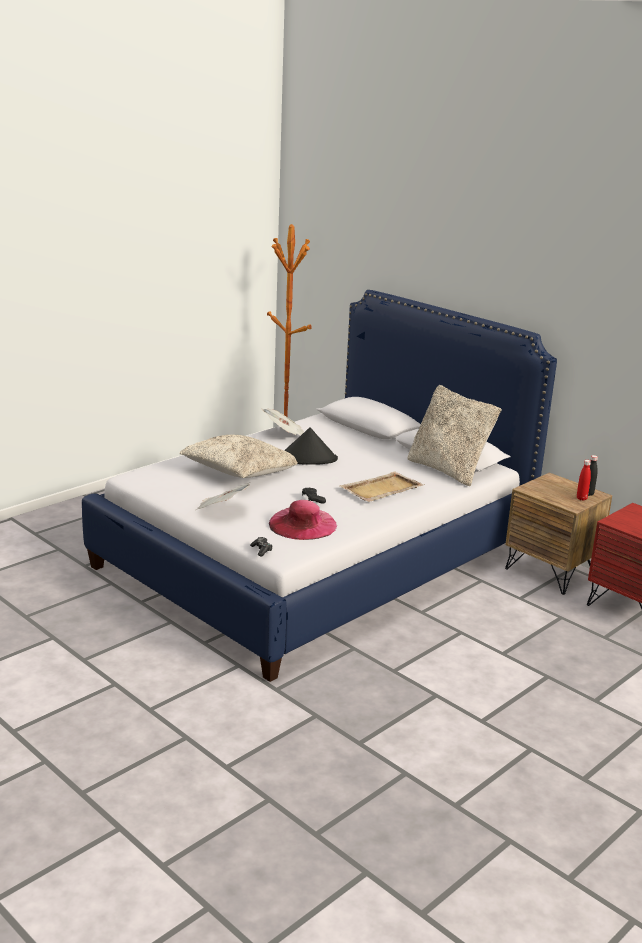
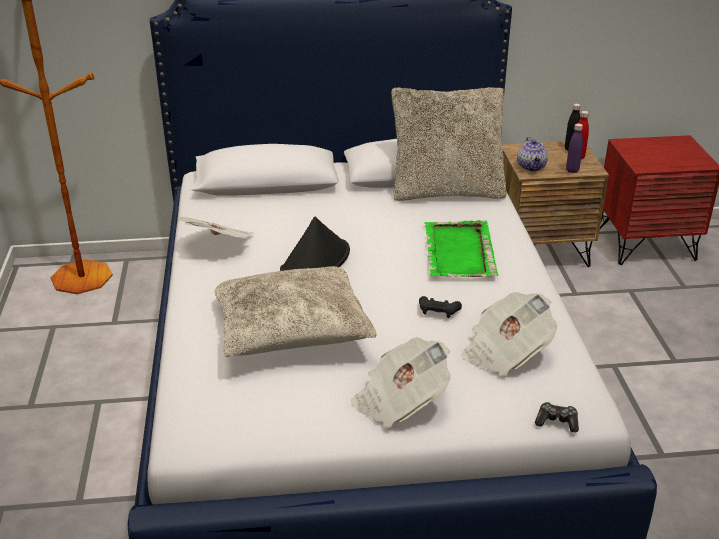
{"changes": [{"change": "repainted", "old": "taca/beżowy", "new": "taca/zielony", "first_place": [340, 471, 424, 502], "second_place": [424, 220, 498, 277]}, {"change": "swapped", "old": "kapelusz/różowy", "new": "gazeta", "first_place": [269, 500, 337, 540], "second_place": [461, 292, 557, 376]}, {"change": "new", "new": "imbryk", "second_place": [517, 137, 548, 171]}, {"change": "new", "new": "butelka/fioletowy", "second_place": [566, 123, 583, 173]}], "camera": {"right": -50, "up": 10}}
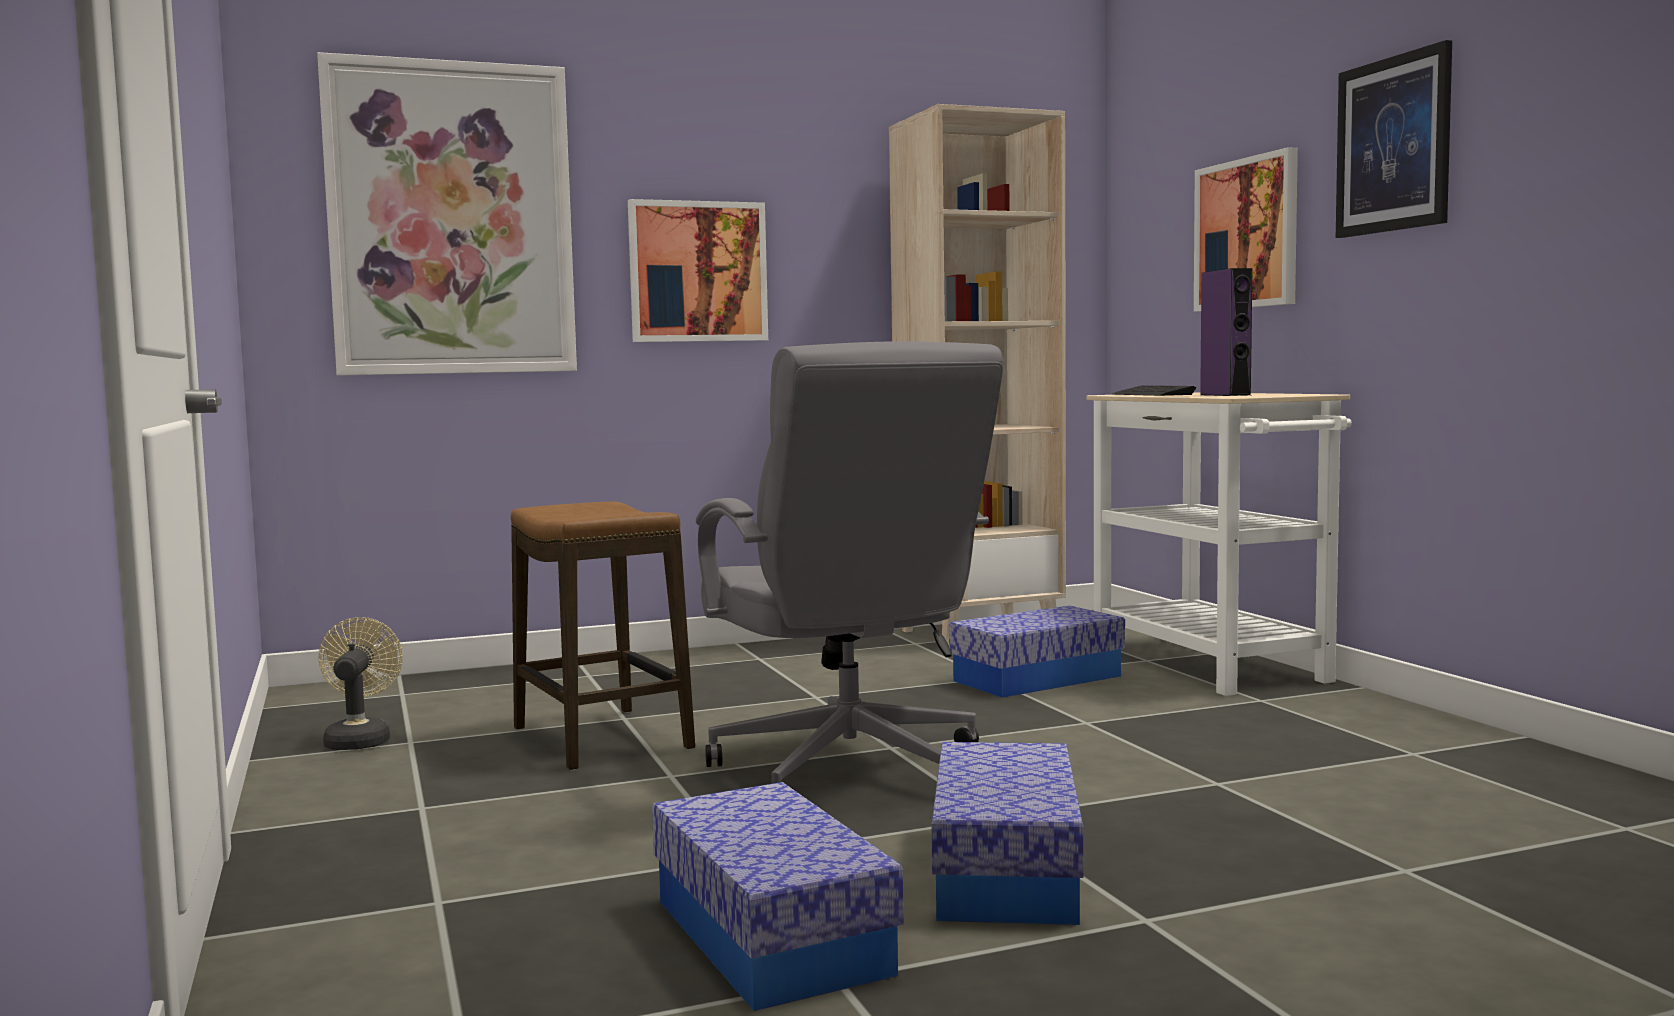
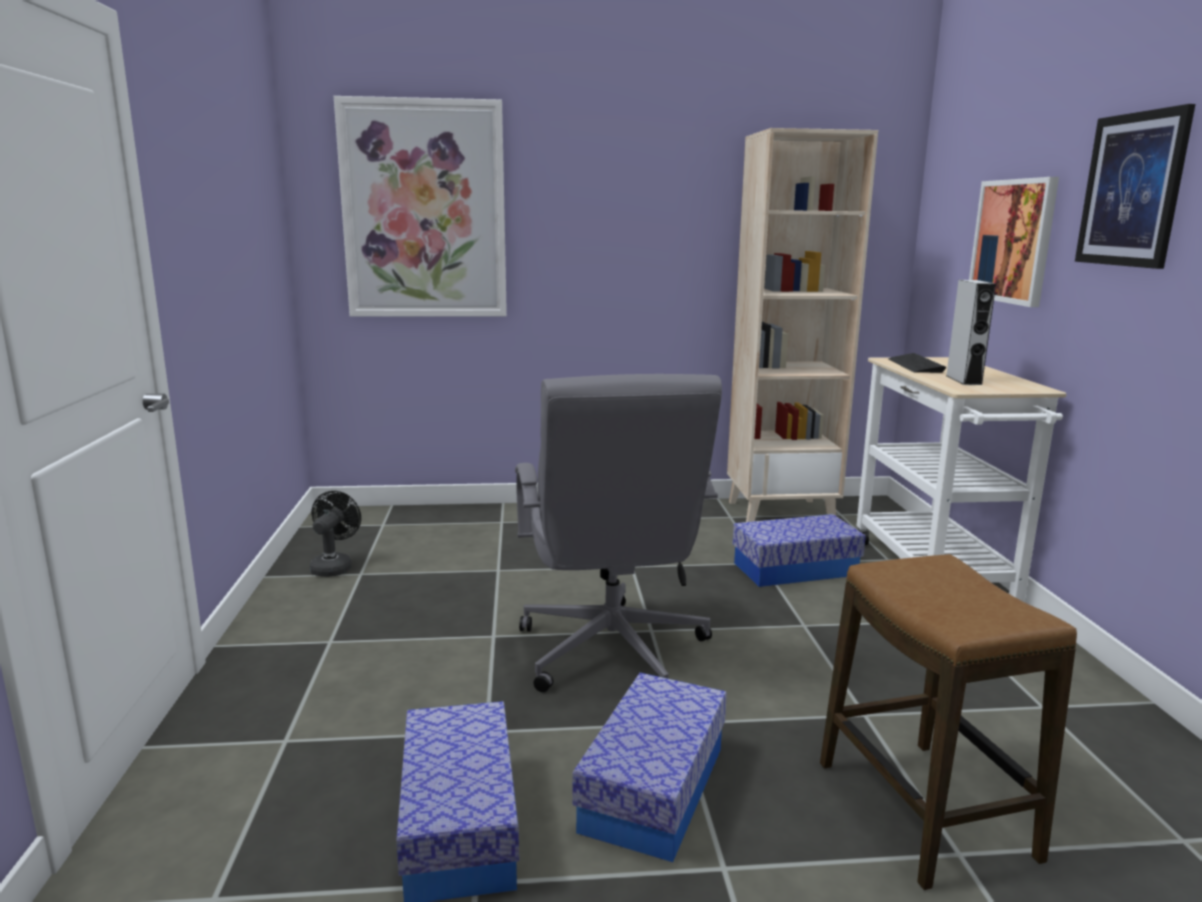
{"changes": [{"change": "repainted", "old": "wentylator/beżowy", "new": "wentylator/czarny", "first_place": [319, 617, 403, 750], "second_place": [310, 491, 361, 577]}, {"change": "shifted", "old": "stołek", "first_place": [511, 502, 695, 771], "second_place": [820, 554, 1077, 890]}, {"change": "repainted", "old": "głośnik/fioletowy", "new": "głośnik/szary", "first_place": [1200, 268, 1252, 396], "second_place": [947, 280, 996, 385]}, {"change": "gone", "old": "obraz", "first_place": [628, 199, 768, 342]}], "camera": {"right": 15, "up": 10}}
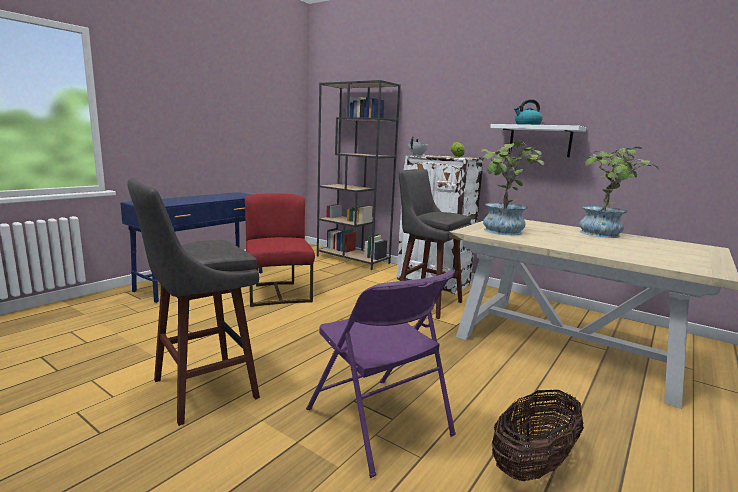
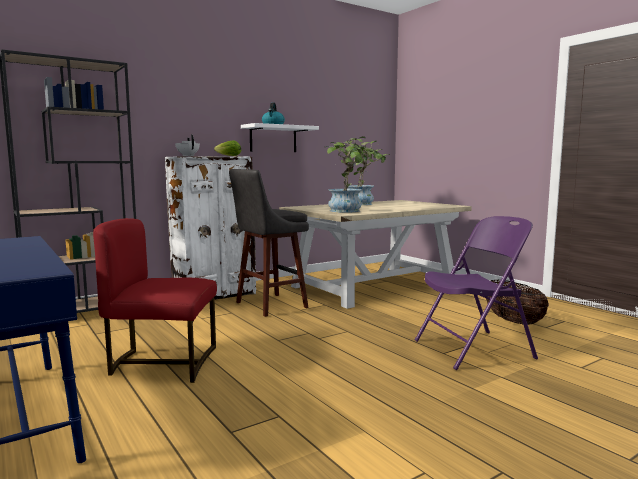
{"changes": [{"change": "gone", "old": "stołek/szary", "first_place": [127, 179, 260, 426]}], "camera": {"right": -70, "up": -5}}
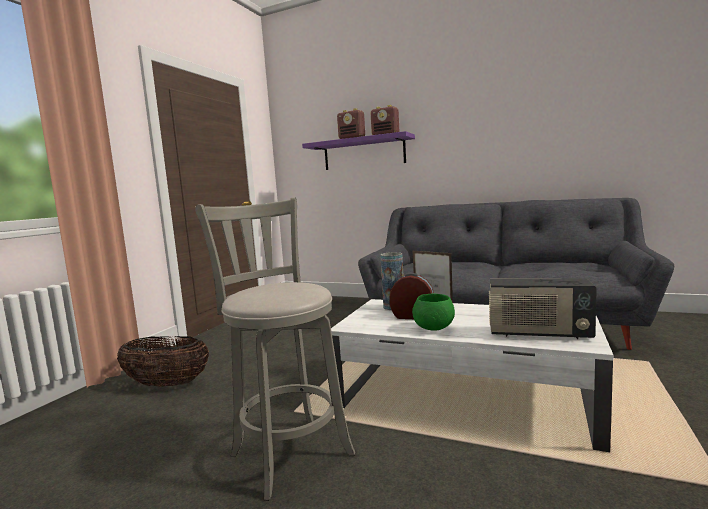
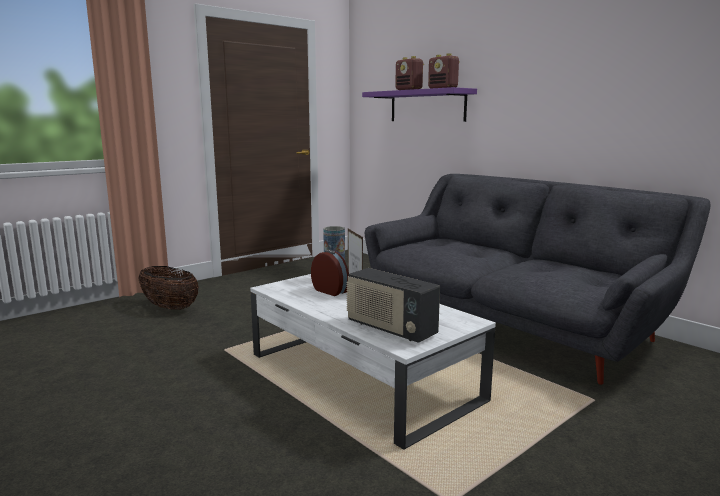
{"changes": [{"change": "gone", "old": "stołek/szary", "first_place": [195, 198, 355, 501]}, {"change": "gone", "old": "miska/zielony", "first_place": [412, 294, 455, 331]}], "camera": {"right": 25, "up": 5}}
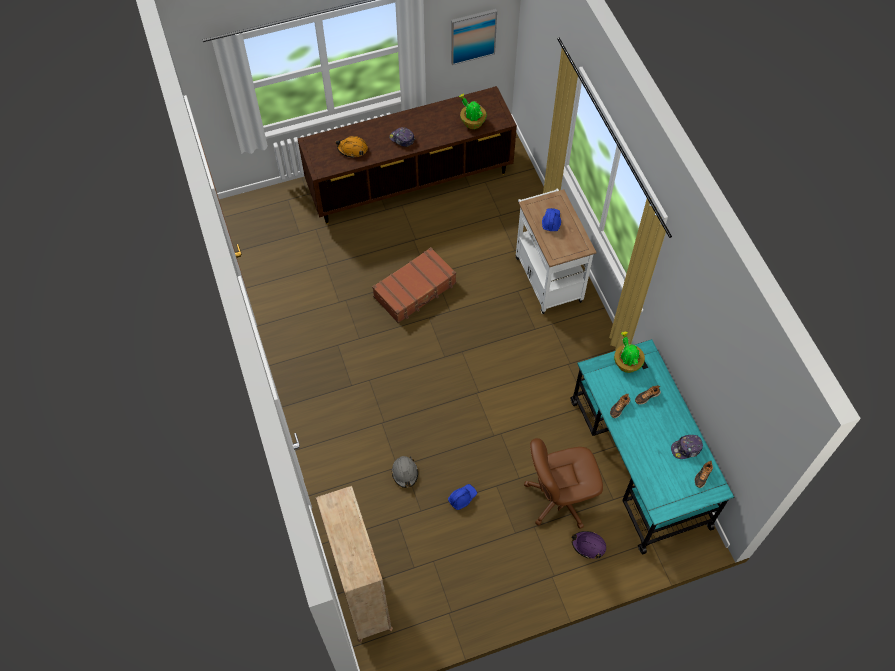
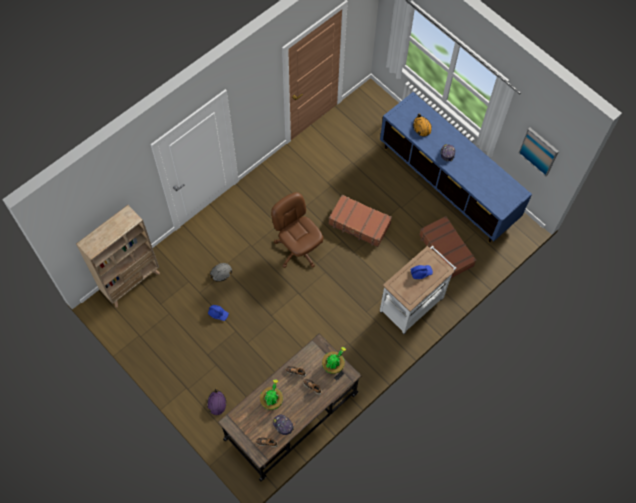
{"changes": [{"change": "repainted", "old": "biurko/turkusowy", "new": "biurko/brązowy", "first_place": [571, 339, 734, 555], "second_place": [218, 333, 361, 481]}, {"change": "shifted", "old": "roślina doniczkowa", "first_place": [459, 94, 486, 129], "second_place": [260, 379, 283, 410]}, {"change": "shifted", "old": "krzesło biurowe/brązowy", "first_place": [524, 438, 603, 529], "second_place": [271, 192, 323, 268]}, {"change": "repainted", "old": "szafka/brązowy", "new": "szafka/niebieski", "first_place": [298, 86, 517, 224], "second_place": [380, 92, 532, 243]}, {"change": "new", "new": "walizka/brązowy", "second_place": [419, 216, 477, 278]}], "camera": {"right": 65, "up": 5}}
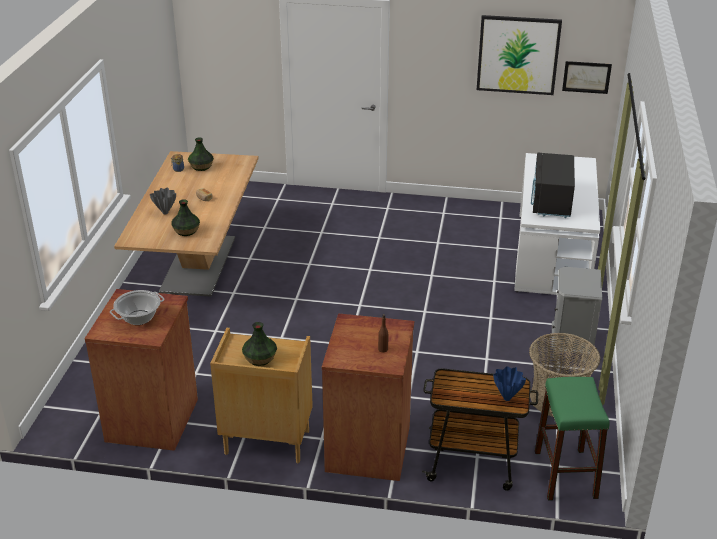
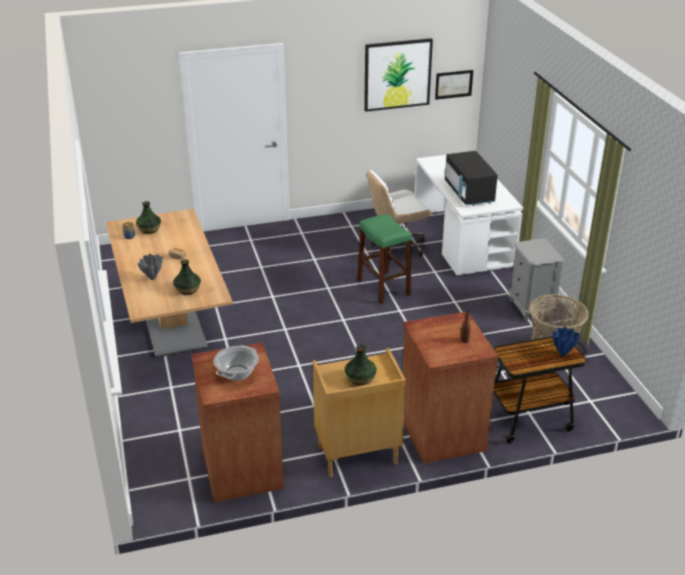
{"changes": [{"change": "shifted", "old": "stołek/zielony", "first_place": [535, 377, 610, 501], "second_place": [357, 214, 412, 304]}, {"change": "new", "new": "krzesło biurowe/biały", "second_place": [367, 170, 432, 260]}], "camera": {"right": -25, "up": 0}}
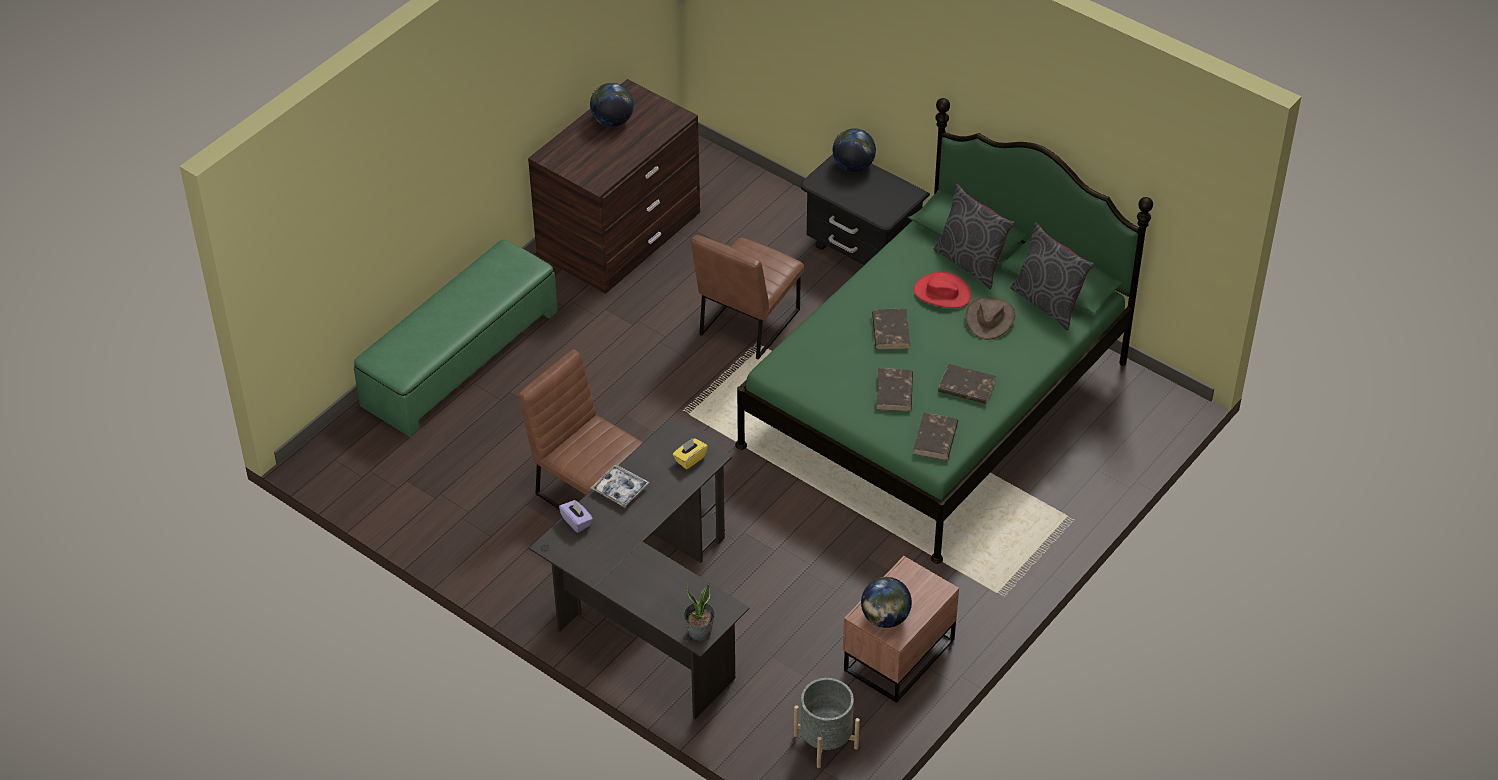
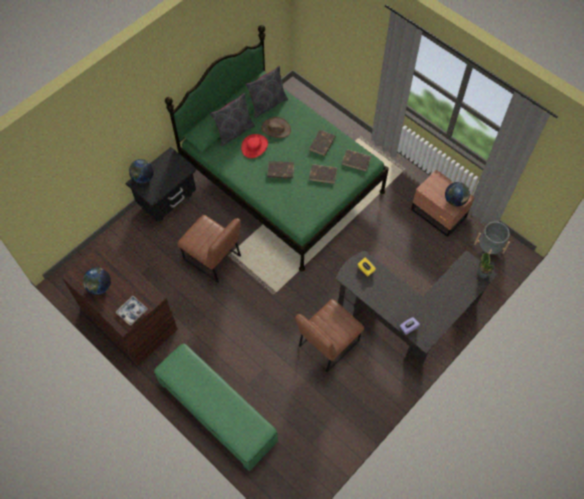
{"changes": [{"change": "shifted", "old": "taca", "first_place": [591, 465, 649, 508], "second_place": [115, 296, 148, 326]}], "camera": {"right": -85, "up": 15}}
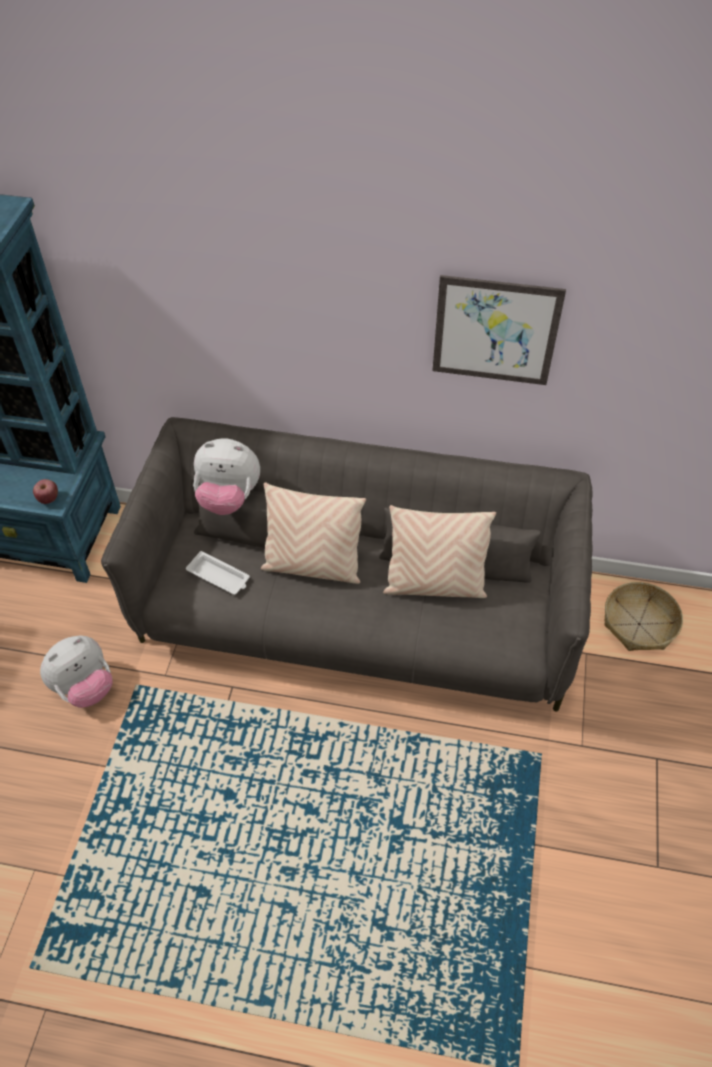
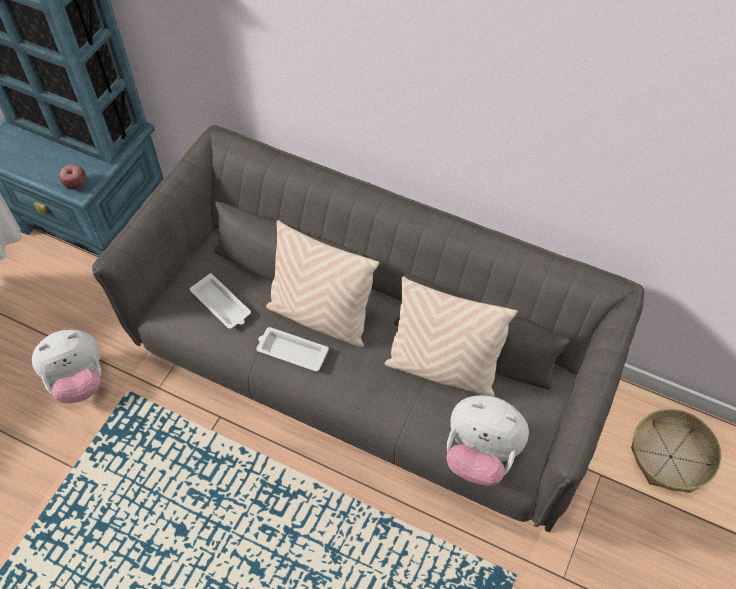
{"changes": [{"change": "new", "new": "taca/biały", "second_place": [256, 327, 329, 372]}, {"change": "shifted", "old": "pluszak", "first_place": [193, 438, 260, 515], "second_place": [447, 395, 529, 486]}, {"change": "gone", "old": "obraz", "first_place": [432, 275, 566, 385]}], "camera": {"right": 15, "up": 5}}
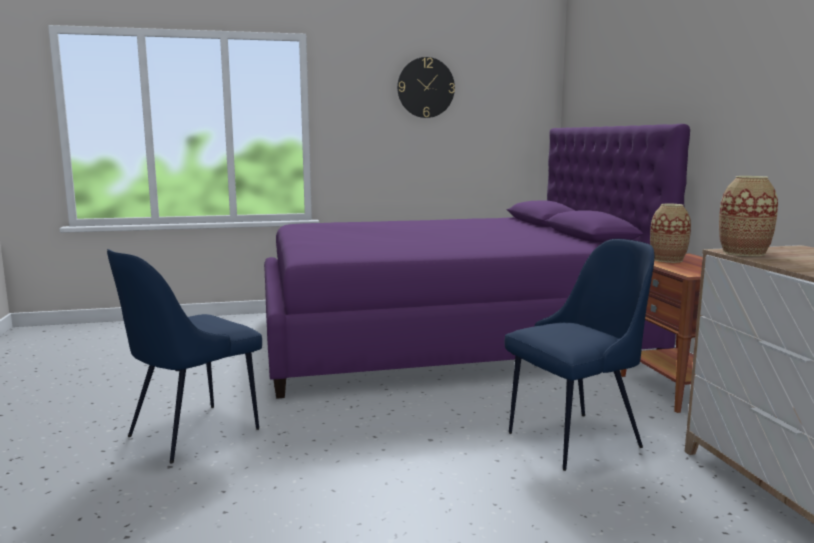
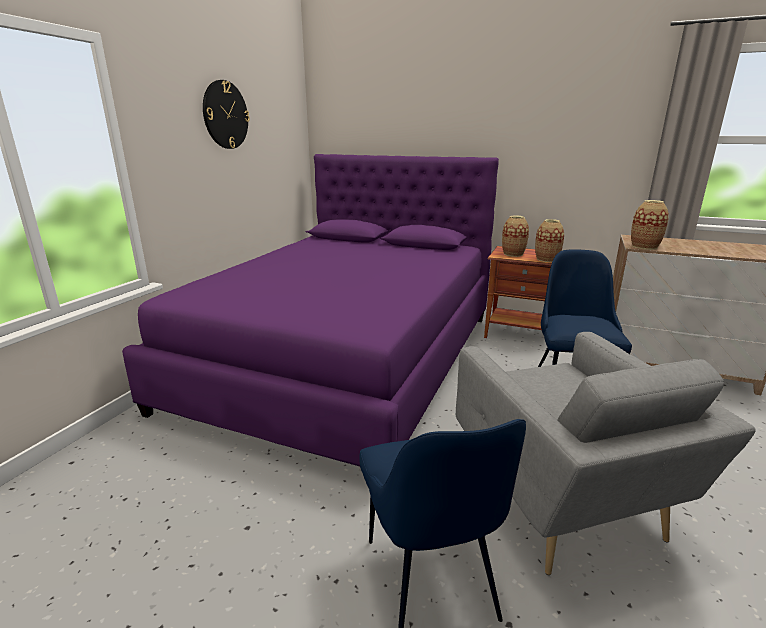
{"changes": [{"change": "new", "new": "fotel/szary", "second_place": [456, 332, 756, 575]}, {"change": "new", "new": "wazon", "second_place": [535, 219, 564, 262]}], "camera": {"right": -55, "up": 10}}
